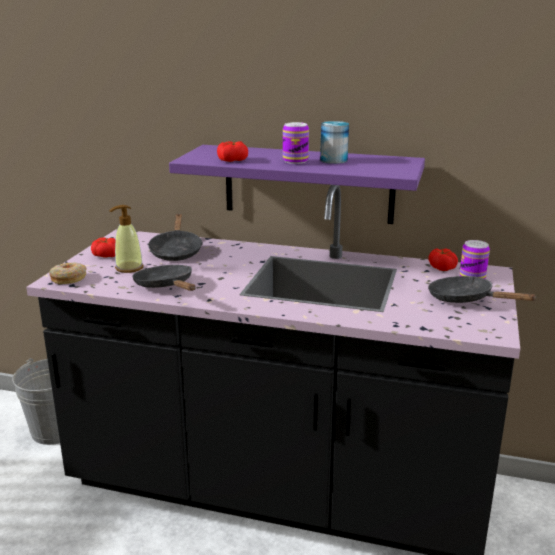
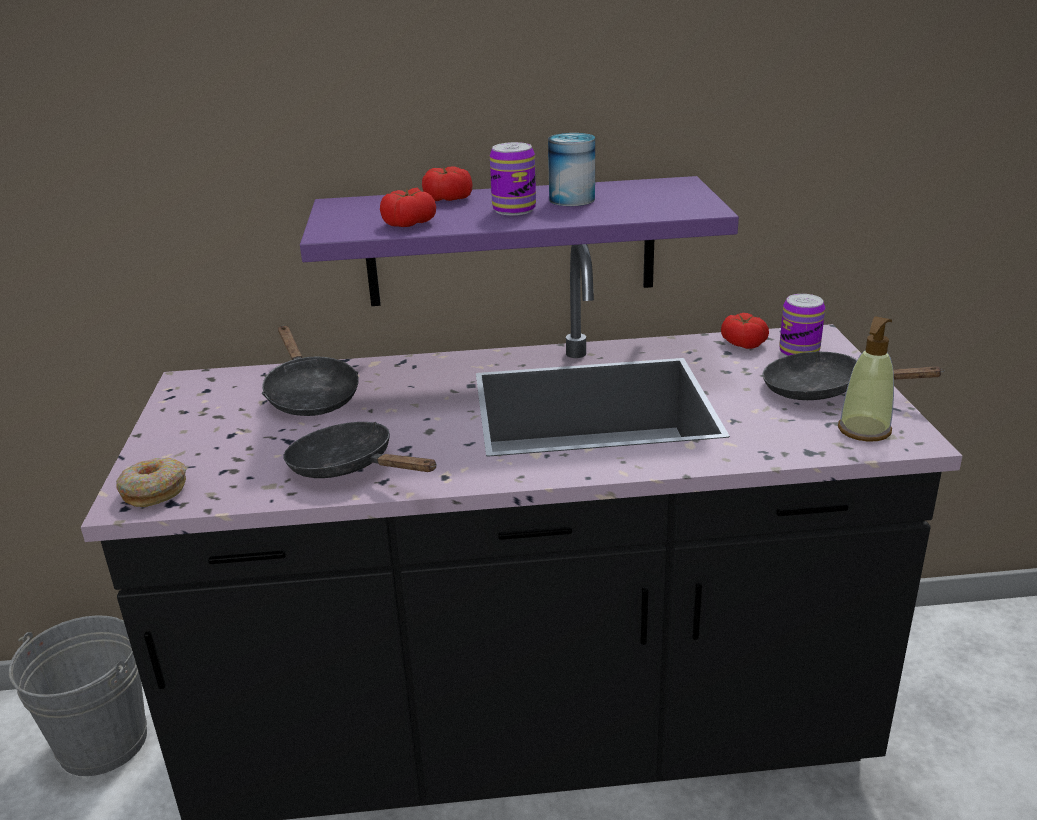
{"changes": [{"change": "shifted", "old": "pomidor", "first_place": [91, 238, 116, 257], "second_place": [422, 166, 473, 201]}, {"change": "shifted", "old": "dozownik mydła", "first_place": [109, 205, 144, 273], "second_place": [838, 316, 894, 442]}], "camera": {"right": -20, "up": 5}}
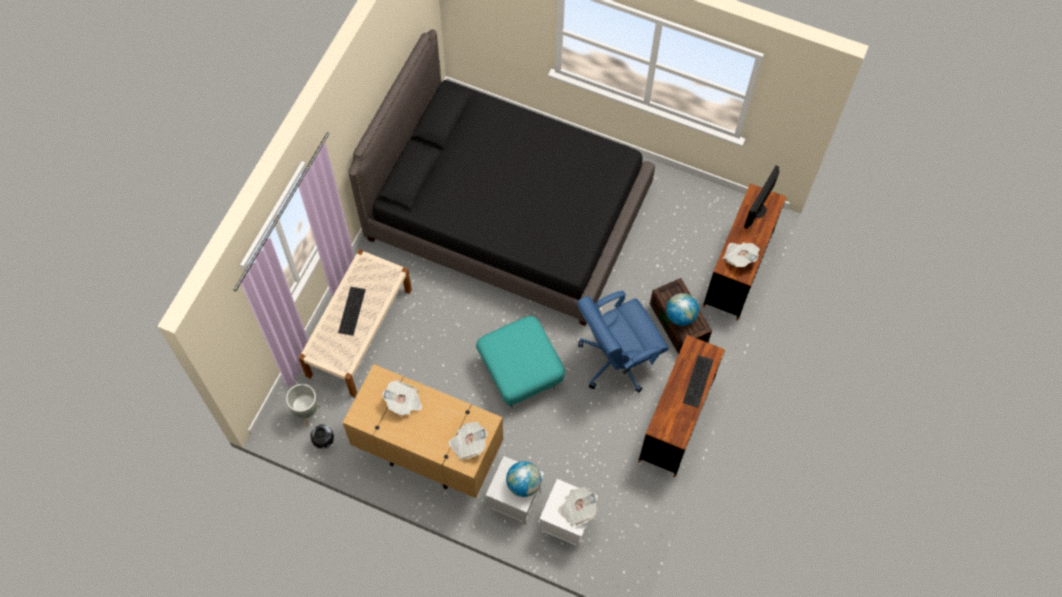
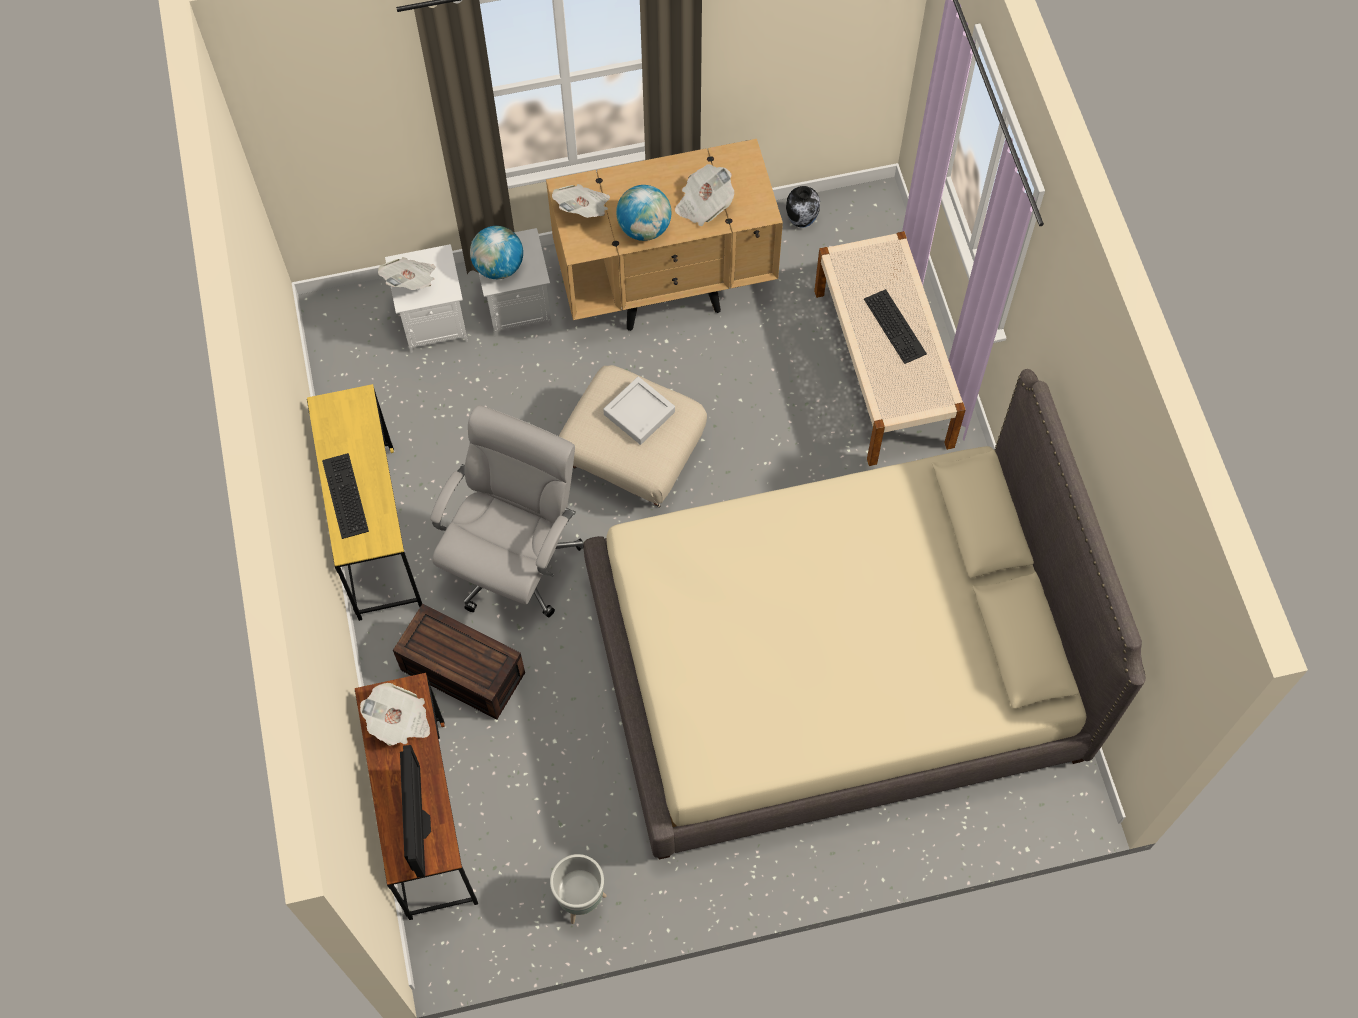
{"changes": [{"change": "repainted", "old": "biurko/brązowy", "new": "biurko/żółty", "first_place": [638, 335, 725, 477], "second_place": [307, 384, 422, 621]}, {"change": "repainted", "old": "krzesło biurowe/niebieski", "new": "krzesło biurowe/szary", "first_place": [577, 291, 669, 393], "second_place": [430, 405, 584, 618]}, {"change": "shifted", "old": "donica/szary", "first_place": [286, 384, 320, 427], "second_place": [550, 854, 606, 924]}, {"change": "repainted", "old": "pufa/turkusowy", "new": "pufa/beżowy", "first_place": [476, 316, 565, 408], "second_place": [559, 365, 707, 508]}, {"change": "repainted", "old": "łóżko/czarny", "new": "łóżko/beżowy", "first_place": [348, 29, 655, 326], "second_place": [583, 369, 1146, 860]}, {"change": "new", "new": "taca/szary", "second_place": [603, 377, 675, 445]}, {"change": "shifted", "old": "globus", "first_place": [666, 293, 699, 326], "second_place": [616, 185, 671, 241]}], "camera": {"right": 145, "up": 0}}
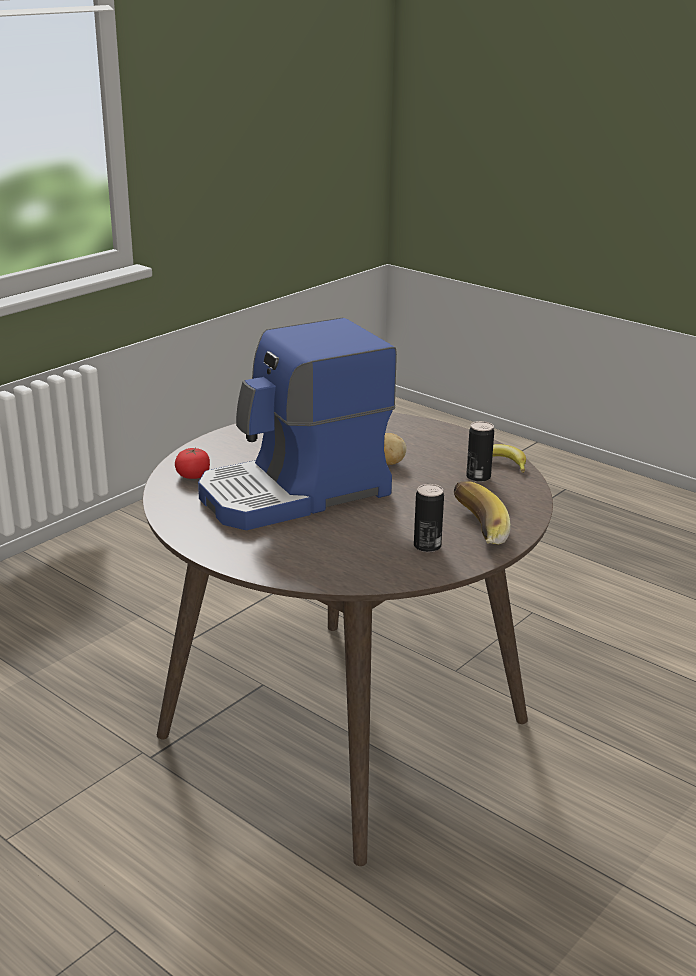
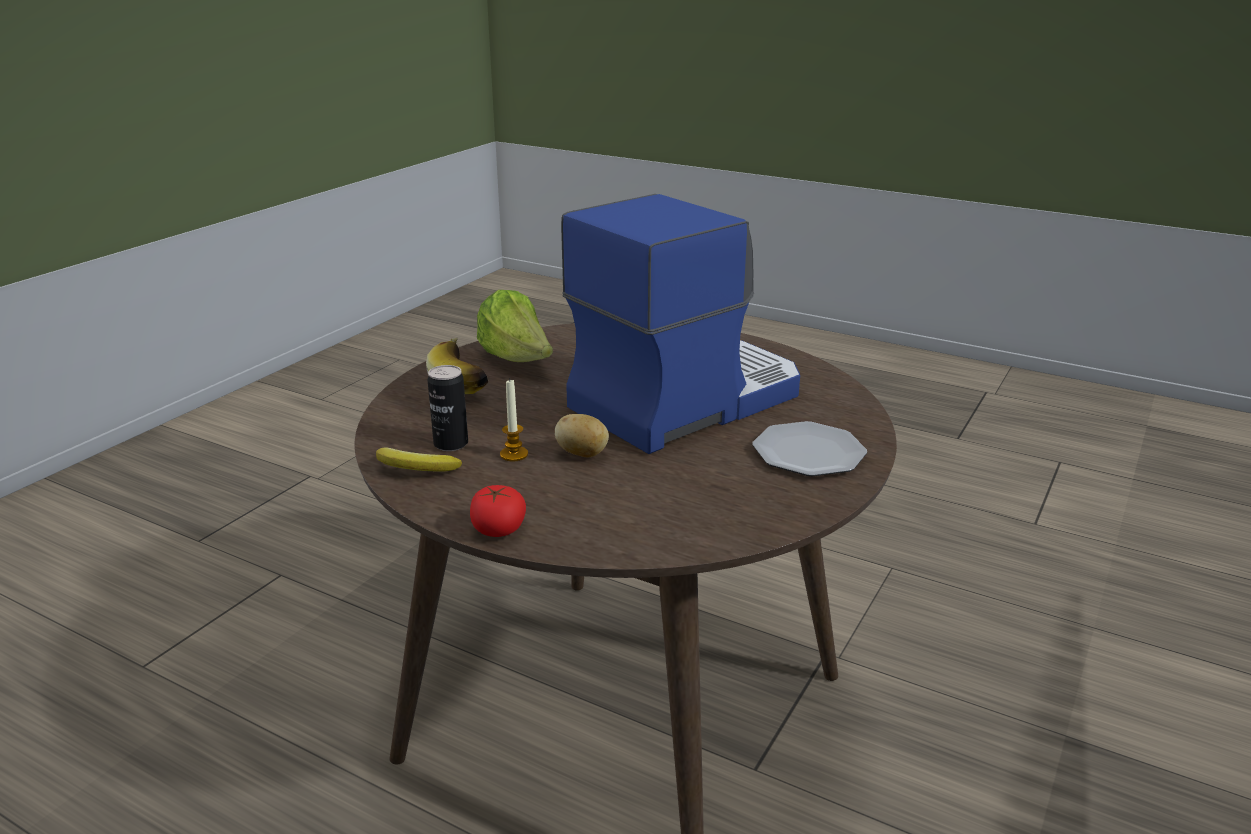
{"changes": [{"change": "shifted", "old": "pomidor", "first_place": [175, 448, 210, 479], "second_place": [470, 485, 526, 537]}, {"change": "swapped", "old": "puszka", "new": "sałata", "first_place": [414, 484, 444, 552], "second_place": [477, 290, 553, 362]}, {"change": "new", "new": "świeca", "second_place": [500, 378, 528, 461]}, {"change": "new", "new": "talerz", "second_place": [752, 421, 867, 476]}], "camera": {"right": 170, "up": 0}}
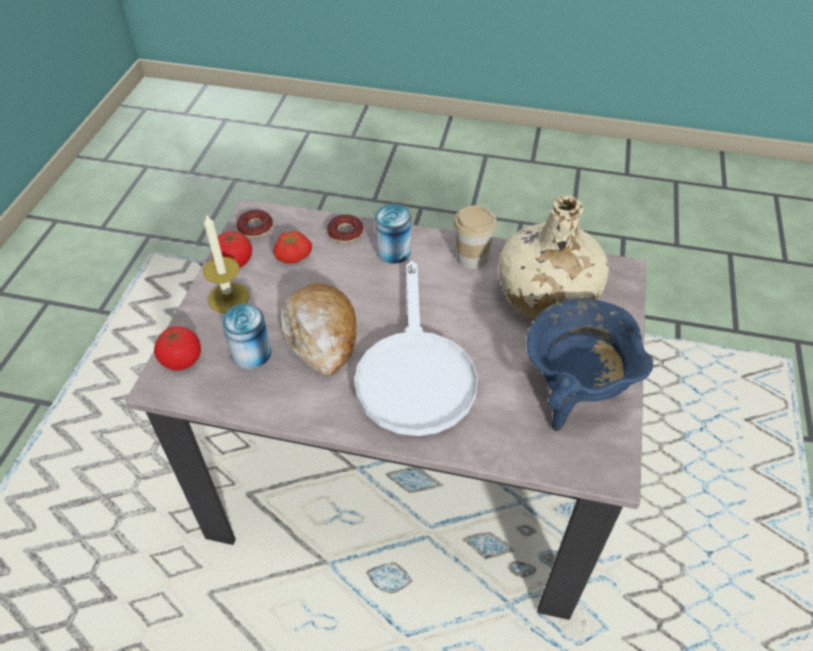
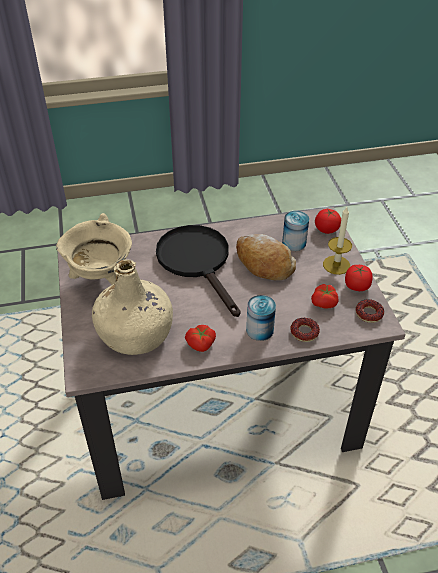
{"changes": [{"change": "repainted", "old": "garnek/niebieski", "new": "garnek/beżowy", "first_place": [527, 298, 653, 431], "second_place": [56, 213, 132, 285]}, {"change": "repainted", "old": "patelnia/biały", "new": "patelnia/czarny", "first_place": [354, 261, 478, 436], "second_place": [156, 225, 241, 317]}, {"change": "swapped", "old": "filiżanka", "new": "pomidor", "first_place": [454, 205, 497, 269], "second_place": [185, 325, 216, 352]}], "camera": {"right": 155, "up": -5}}
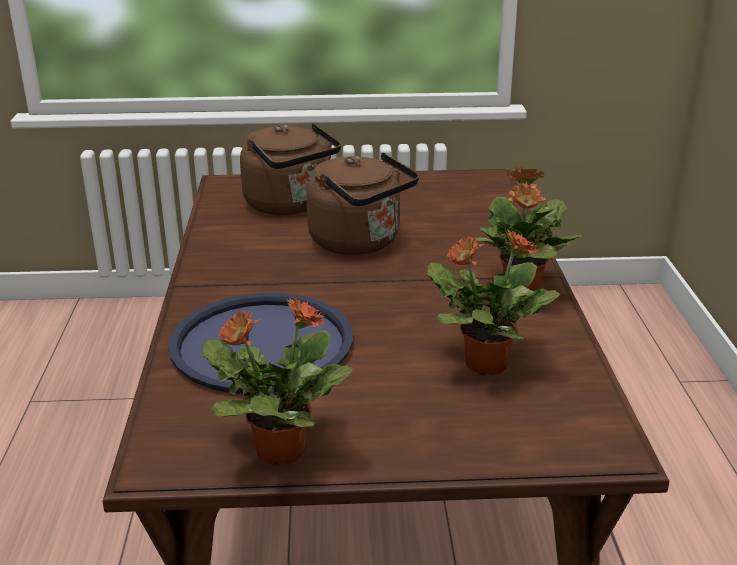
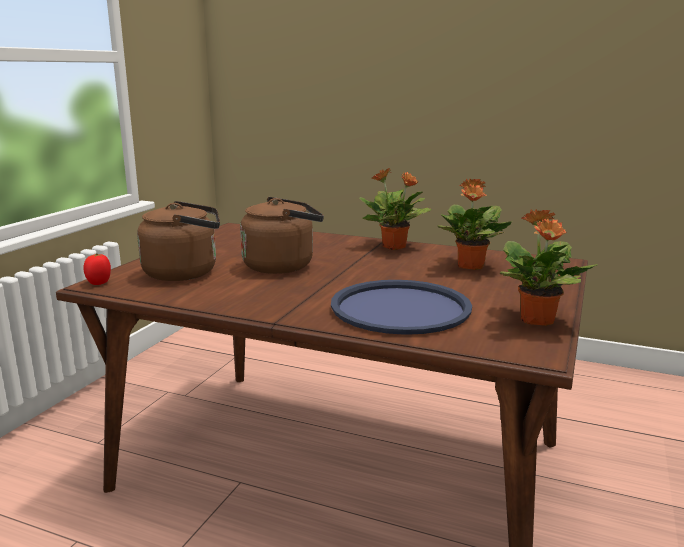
{"changes": [{"change": "new", "new": "pomidor", "second_place": [83, 253, 111, 285]}], "camera": {"right": -65, "up": -10}}
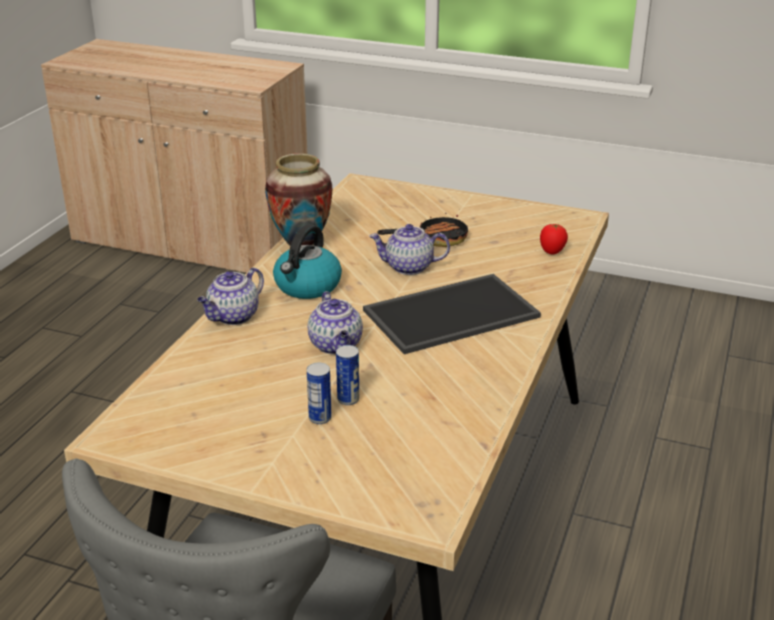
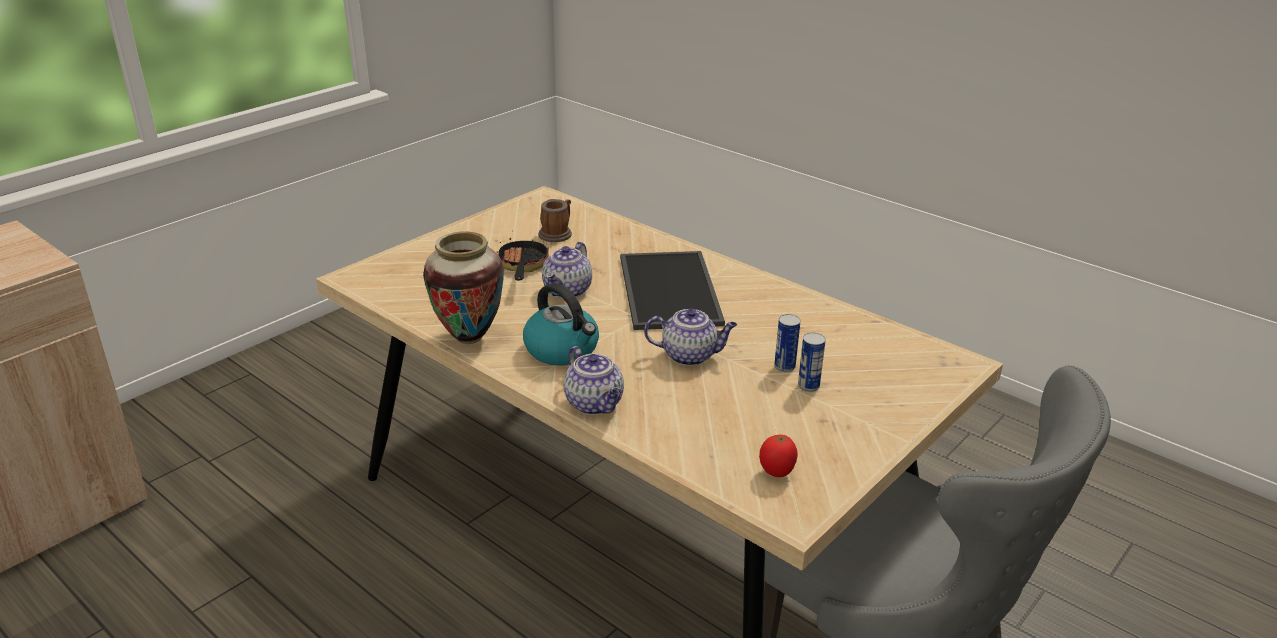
{"changes": [{"change": "new", "new": "kubek", "second_place": [539, 199, 572, 242]}, {"change": "shifted", "old": "pomidor", "first_place": [540, 224, 568, 255], "second_place": [759, 435, 798, 477]}], "camera": {"right": -70, "up": 0}}
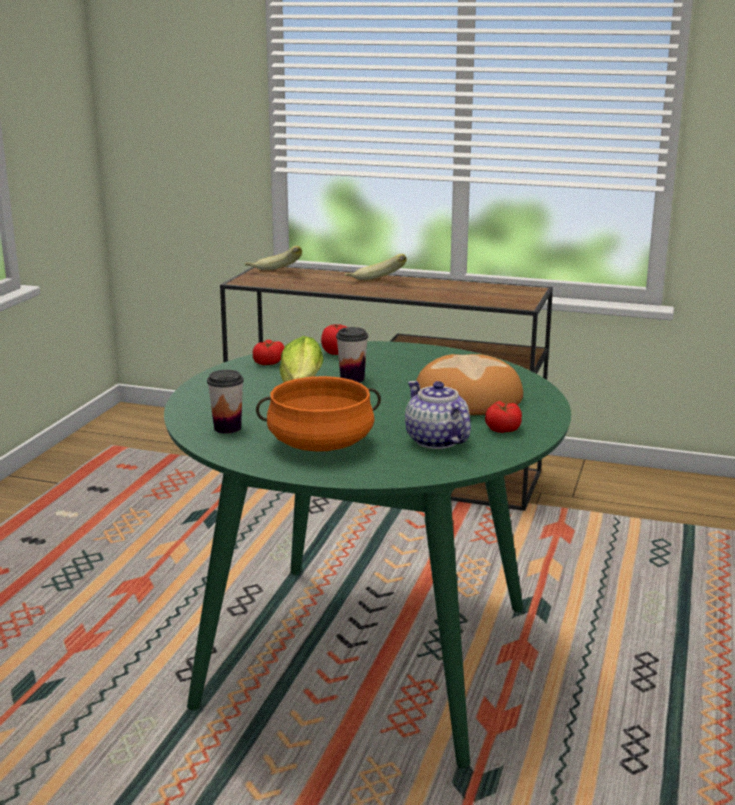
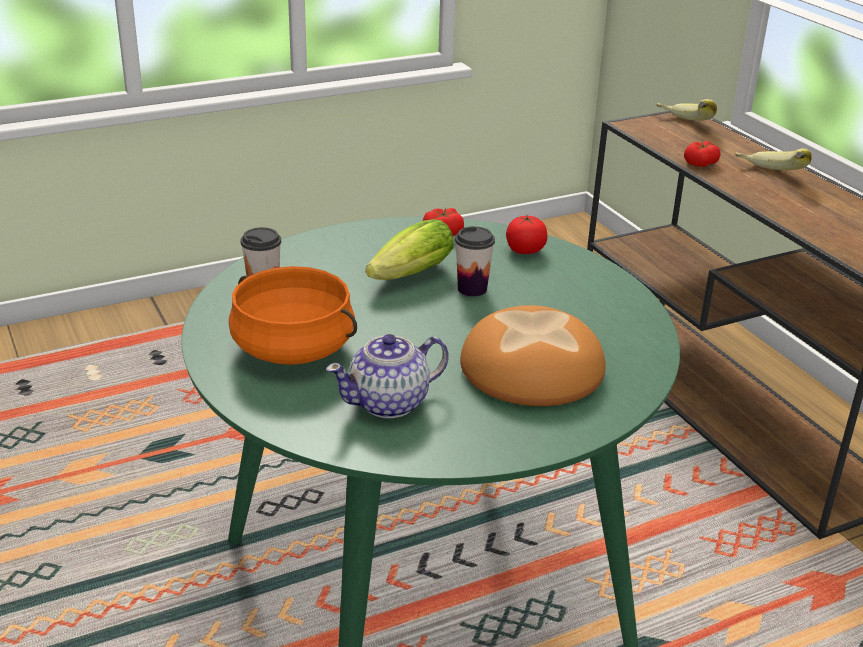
{"changes": [{"change": "rotated", "old": "imbryk", "first_place": [405, 381, 471, 449], "second_place": [326, 334, 448, 418], "degrees": -135}, {"change": "shifted", "old": "pomidor", "first_place": [485, 401, 522, 433], "second_place": [684, 141, 720, 167]}], "camera": {"right": 45, "up": 10}}
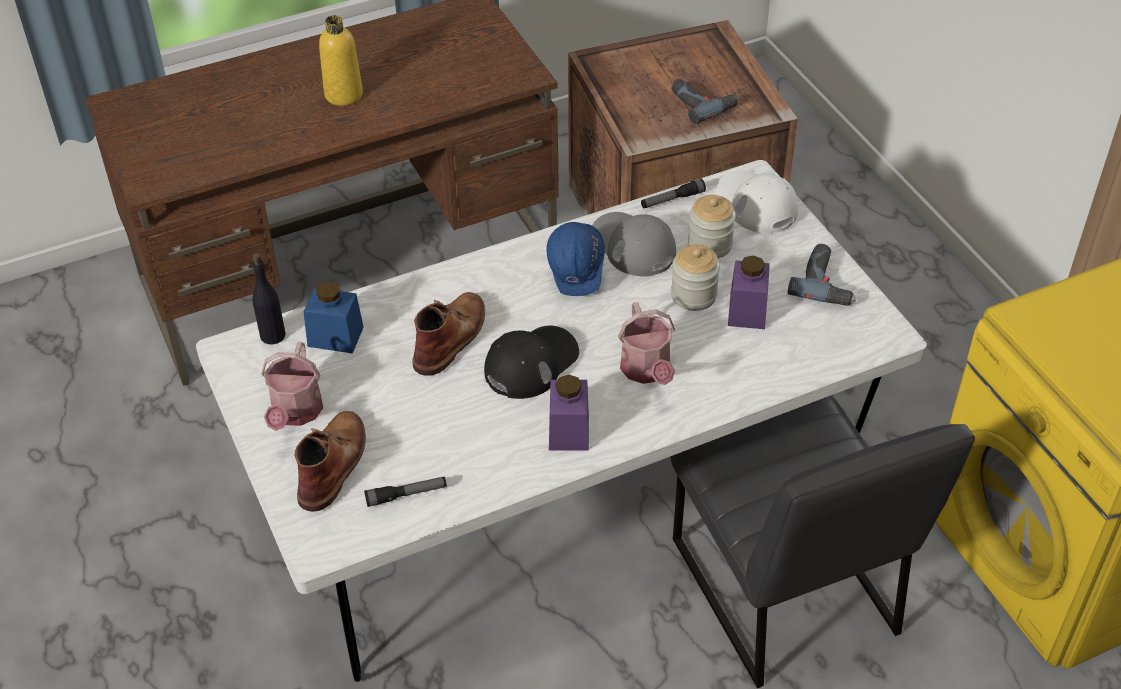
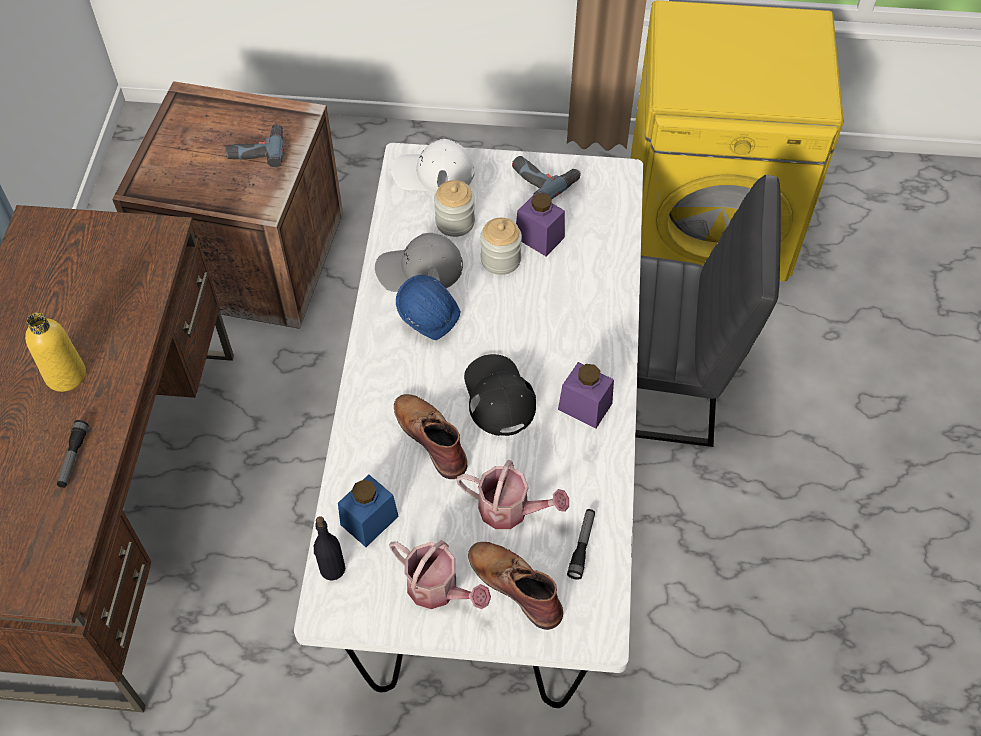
{"changes": [{"change": "shifted", "old": "latarka", "first_place": [641, 179, 706, 208], "second_place": [57, 420, 89, 488]}, {"change": "shifted", "old": "konewka", "first_place": [618, 302, 675, 385], "second_place": [456, 460, 569, 529]}], "camera": {"right": -60, "up": 10}}
